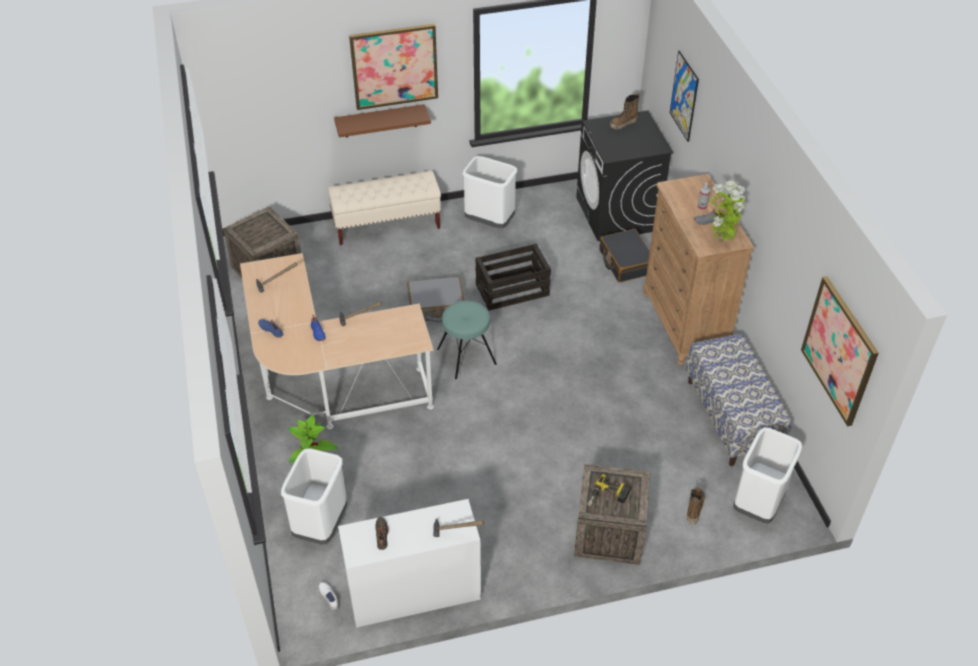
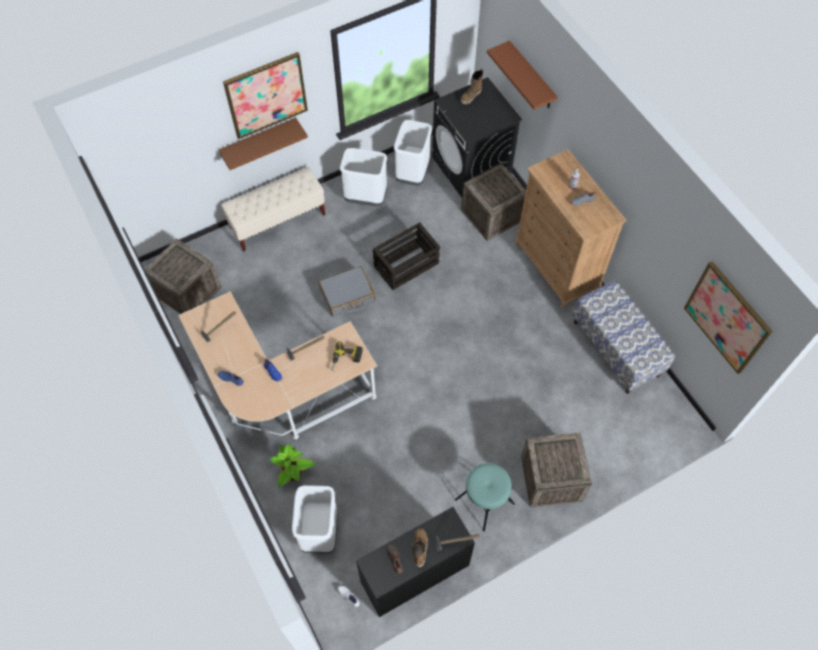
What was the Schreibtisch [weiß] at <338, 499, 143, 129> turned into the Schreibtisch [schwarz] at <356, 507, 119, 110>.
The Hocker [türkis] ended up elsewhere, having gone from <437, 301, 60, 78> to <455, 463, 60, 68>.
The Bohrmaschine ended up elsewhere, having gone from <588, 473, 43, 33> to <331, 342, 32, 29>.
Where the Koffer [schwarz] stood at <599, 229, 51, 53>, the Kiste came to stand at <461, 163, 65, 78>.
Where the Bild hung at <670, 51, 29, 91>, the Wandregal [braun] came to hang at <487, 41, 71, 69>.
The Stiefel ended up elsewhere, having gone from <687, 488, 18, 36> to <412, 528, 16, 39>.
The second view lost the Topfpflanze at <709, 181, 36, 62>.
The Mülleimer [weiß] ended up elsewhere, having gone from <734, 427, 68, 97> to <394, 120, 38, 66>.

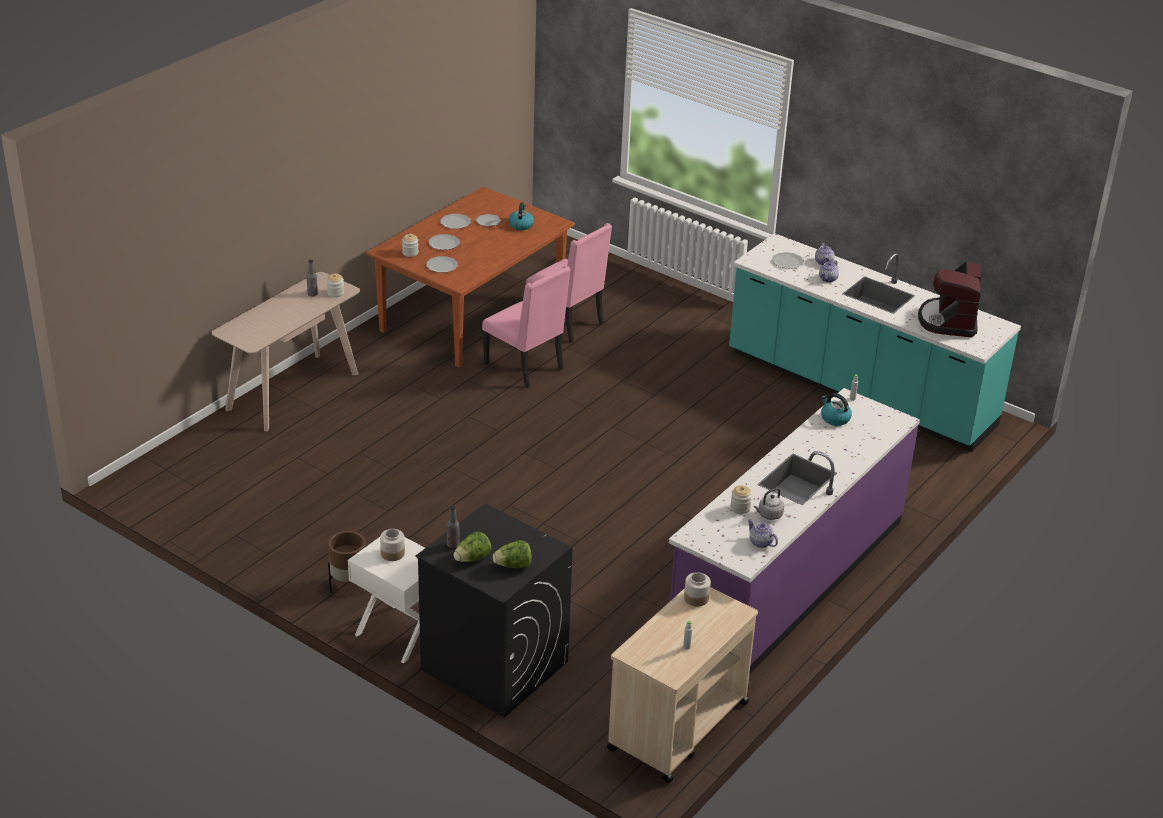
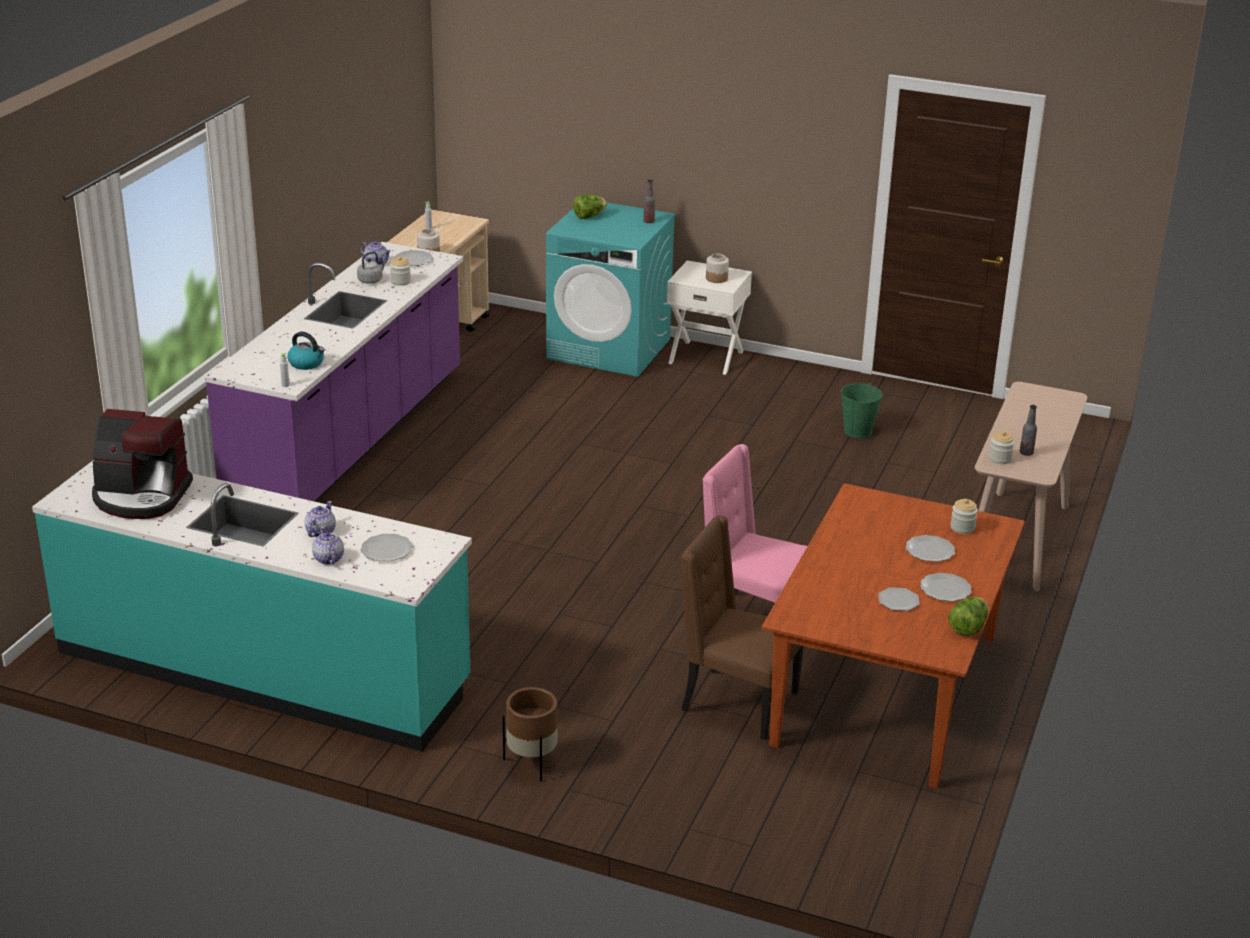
The Pflanzkübel [braun] ended up elsewhere, having gone from <328, 531, 40, 62> to <503, 687, 54, 94>.
What was the Waschmaschine [schwarz] at <415, 503, 158, 215> turned into the Waschmaschine [türkis] at <546, 203, 130, 174>.
The Teller ended up elsewhere, having gone from <426, 256, 32, 17> to <394, 250, 39, 16>.
The Salatkopf ended up elsewhere, having gone from <454, 532, 37, 30> to <948, 597, 40, 39>.
The second view lost the Wasserkessel at <508, 202, 26, 28>.
What was the Stuhl [rosa] at <526, 223, 86, 120> turned into the Stuhl [braun] at <681, 515, 123, 225>.
The Kaffeemaschine at <918, 261, 63, 76> ended up facing another way, 105 degrees clockwise from before.
The second view gained the Eimer [grün] at <841, 383, 41, 55>.

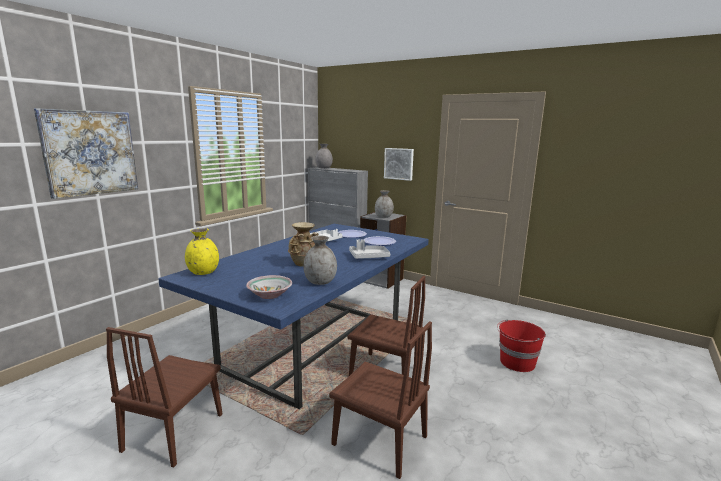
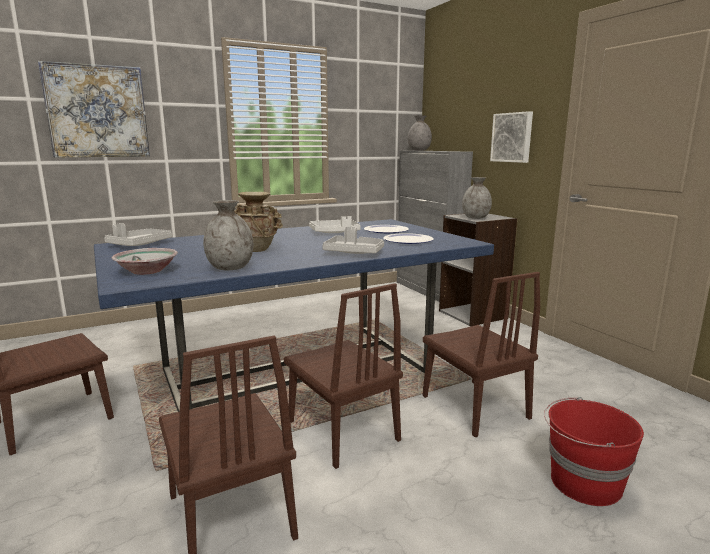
Where the Vase [gelb] stood at <185, 228, 34, 47>, the Tablett [grau] came to stand at <104, 223, 68, 23>.
The second view gained the Stuhl [braun] at <423, 272, 117, 165>.

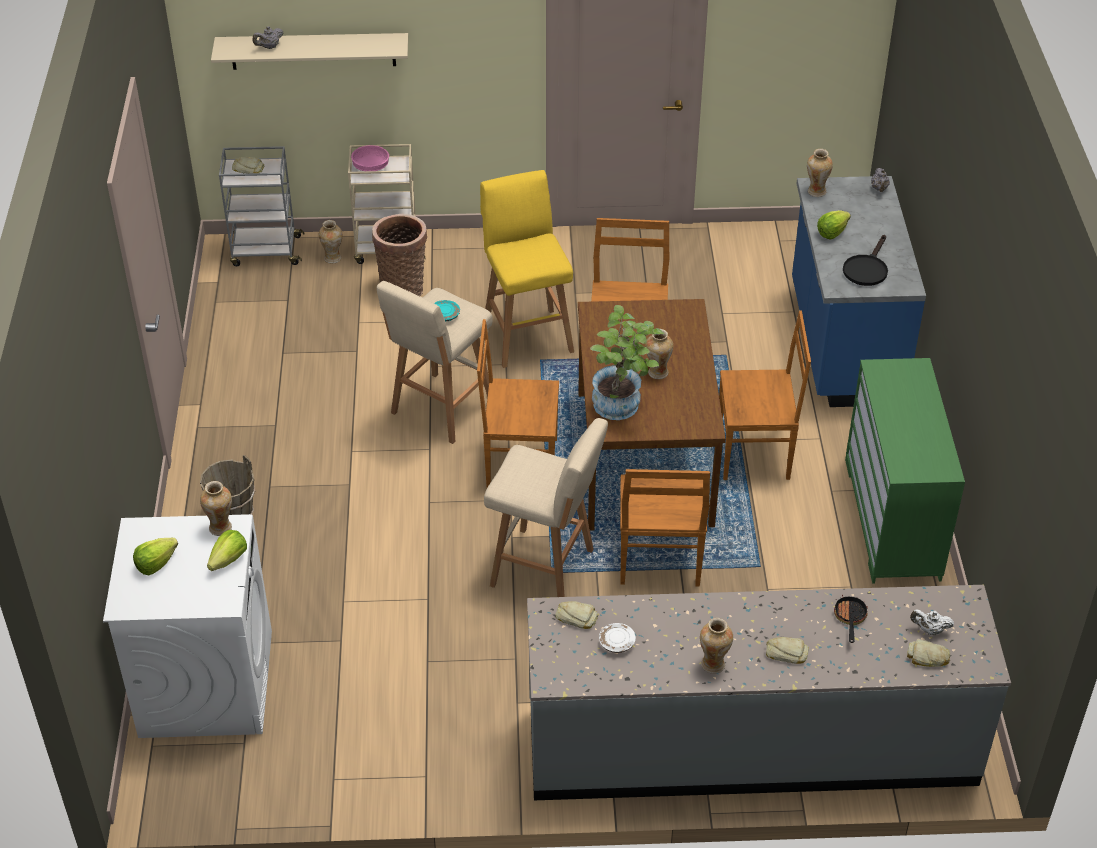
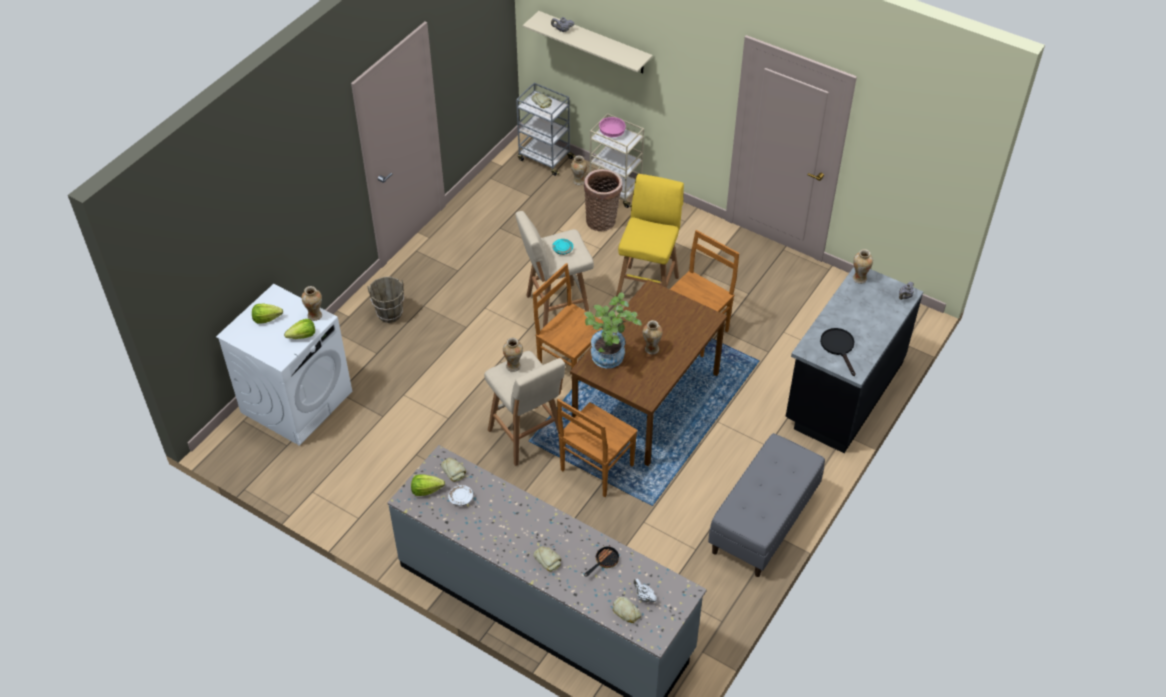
The Vase ended up elsewhere, having gone from <700, 618, 33, 56> to <503, 338, 20, 34>.
The second view lost the Stuhl [braun] at <719, 310, 92, 170>.
What was the Küchenzeile [blau] at <792, 176, 134, 231> turned into the Küchenzeile [schwarz] at <786, 267, 137, 186>.
The Salatkopf ended up elsewhere, having gone from <817, 210, 34, 30> to <411, 475, 34, 21>.
The Pfanne [schwarz] at <843, 235, 45, 51> ended up facing another way, 105 degrees clockwise from before.
Where the Kommode [grün] stood at <845, 358, 120, 226>, the Bank [grau] came to stand at <708, 433, 117, 144>.

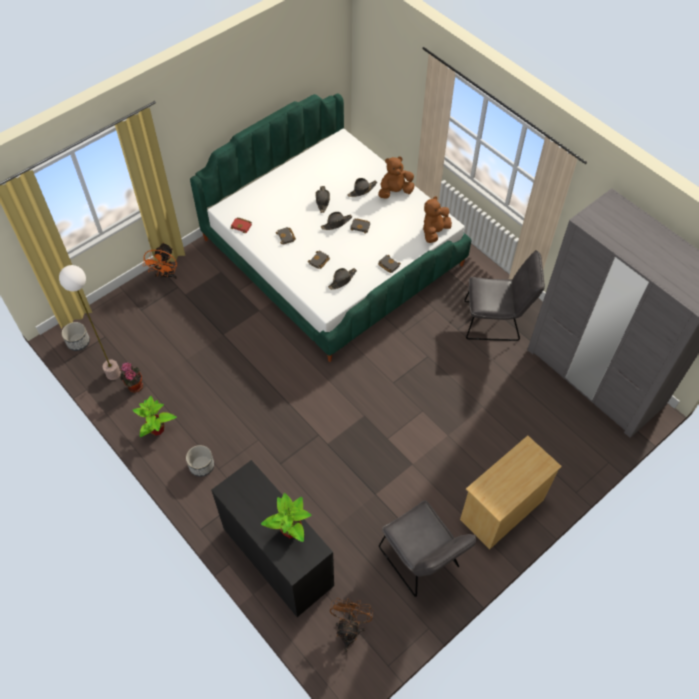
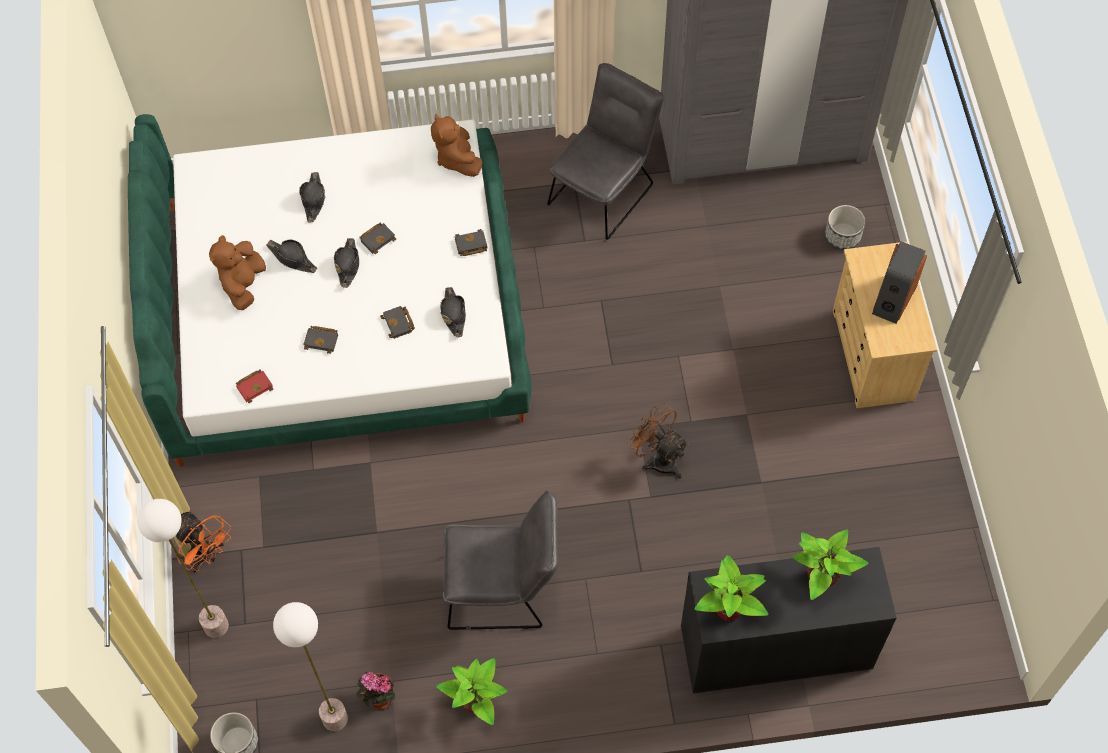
The Pflanzkübel ended up elsewhere, having gone from <186, 445, 28, 32> to <825, 205, 40, 45>.
The Ventilator [braun] ended up elsewhere, having gone from <330, 598, 43, 54> to <627, 403, 62, 76>.
The Plüschtier [braun] ended up elsewhere, having gone from <378, 156, 37, 43> to <209, 235, 57, 75>.
The Stuhl [grau] ended up elsewhere, having gone from <379, 500, 97, 97> to <443, 491, 115, 139>.
The second view gained the Stehlampe at <137, 499, 92, 139>.
The second view gained the Topfpflanze at <695, 555, 73, 66>.
The second view gained the Lautsprecher at <872, 241, 55, 83>.

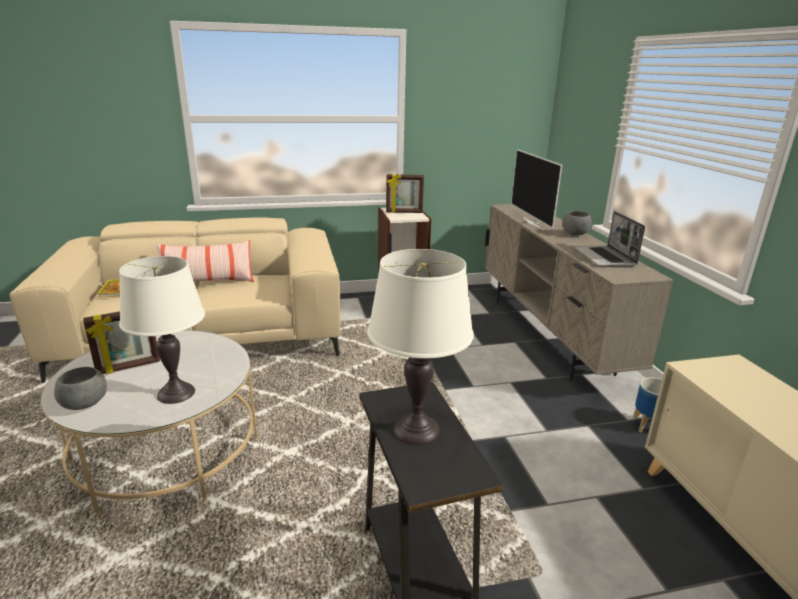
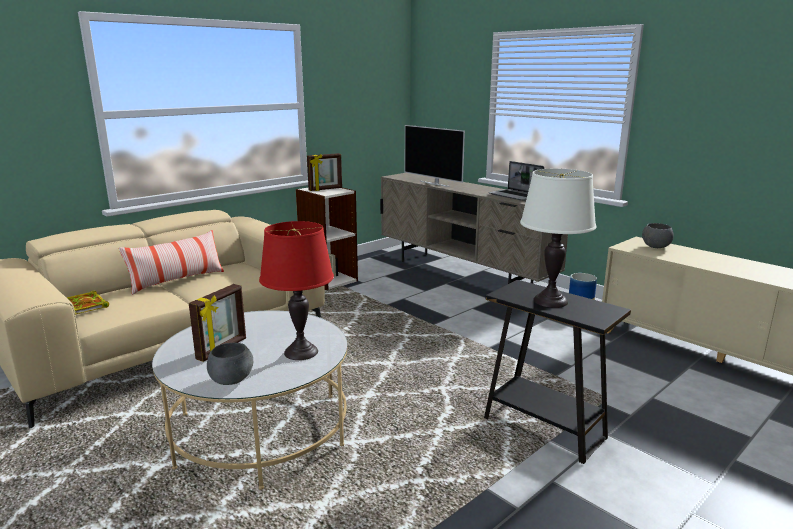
What was the Tischlampe [weiß] at <119, 256, 86, 148> turned into the Tischlampe [rot] at <259, 221, 75, 139>.
The Schüssel [grau] ended up elsewhere, having gone from <562, 211, 30, 24> to <642, 223, 32, 25>.

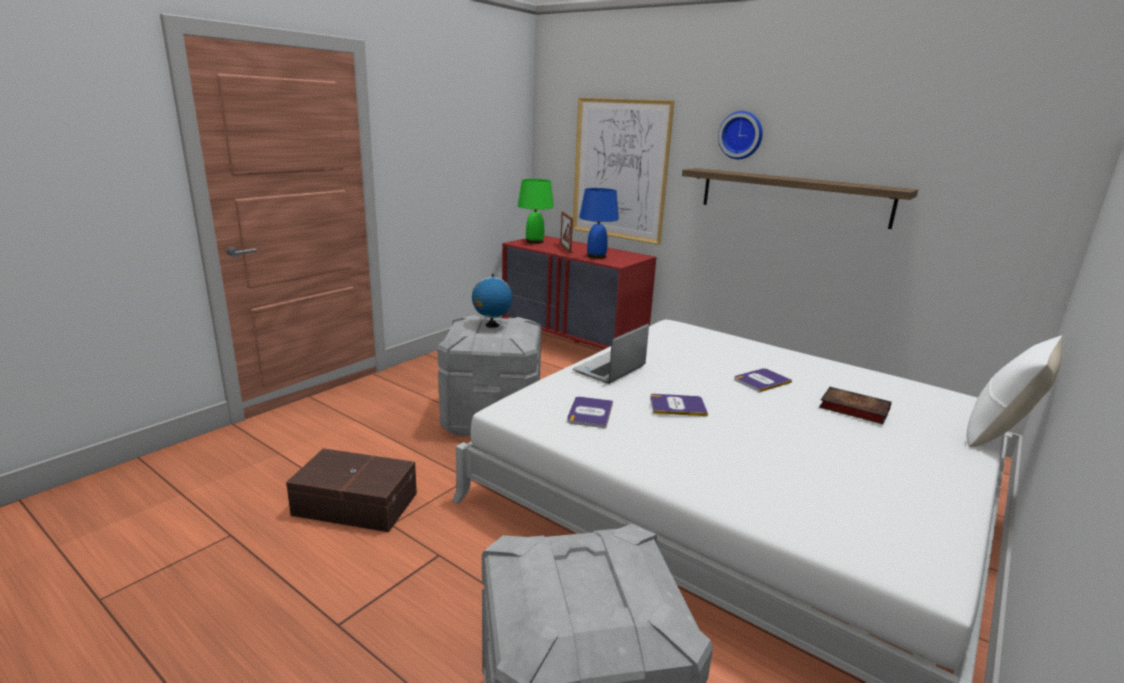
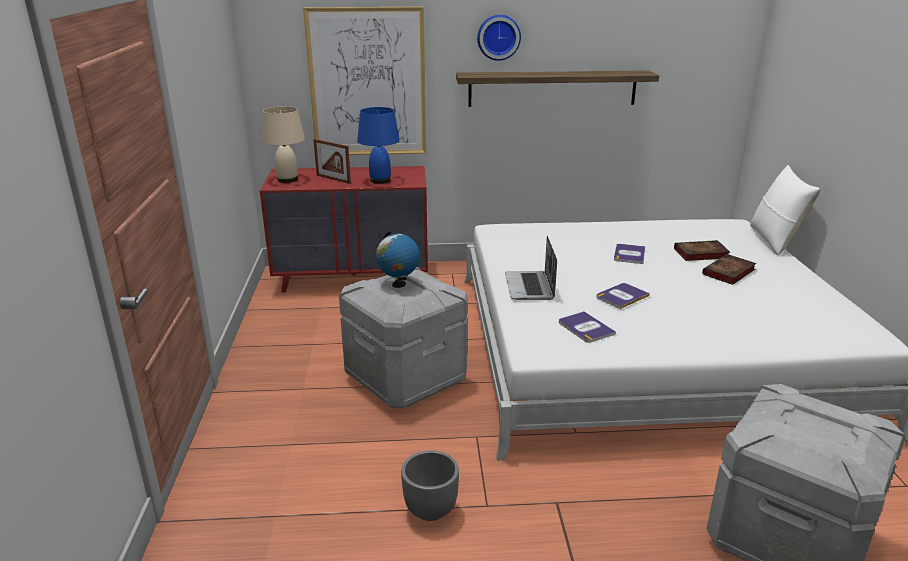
Where the Aufbewahrungsbox [braun] stood at <286, 448, 131, 84>, the Pflanzkübel [grau] came to stand at <401, 450, 58, 71>.
What was the Tischlampe [grün] at <518, 179, 36, 65> turned into the Tischlampe [beige] at <262, 106, 43, 77>.
The second view gained the Buch at <702, 254, 54, 31>.

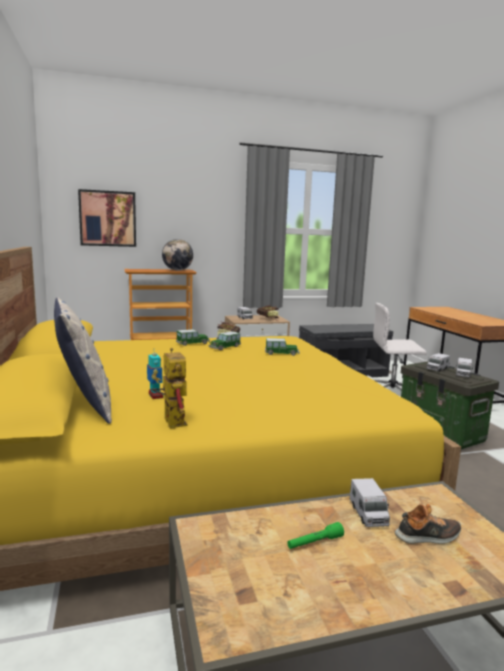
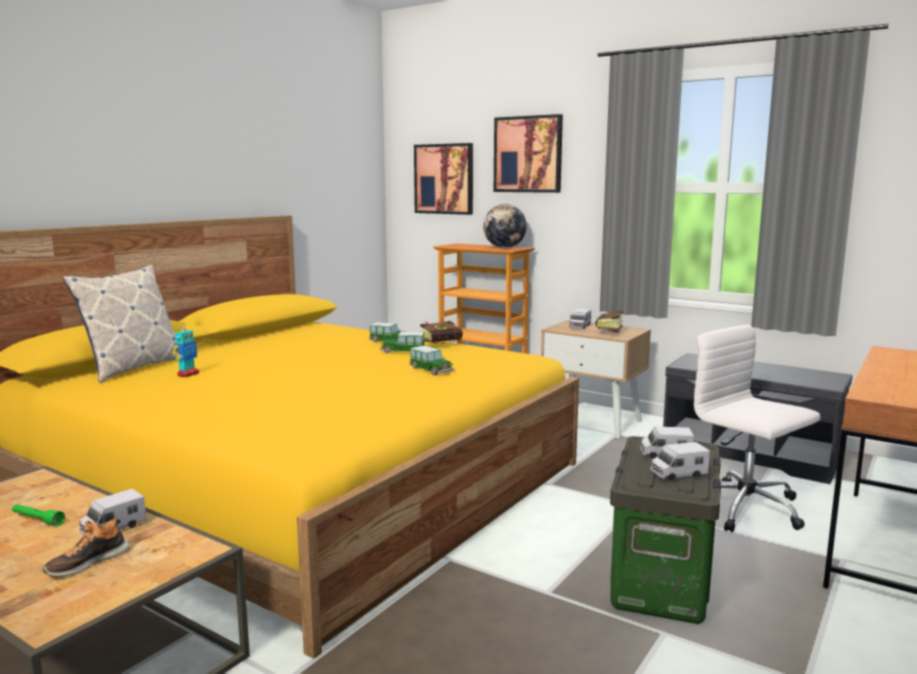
The second view lost the Spielzeugroboter at <151, 348, 36, 80>.
The Schuh at <395, 504, 66, 40> ended up facing another way, 90 degrees clockwise from before.
The second view gained the Bild at <494, 114, 69, 79>.

